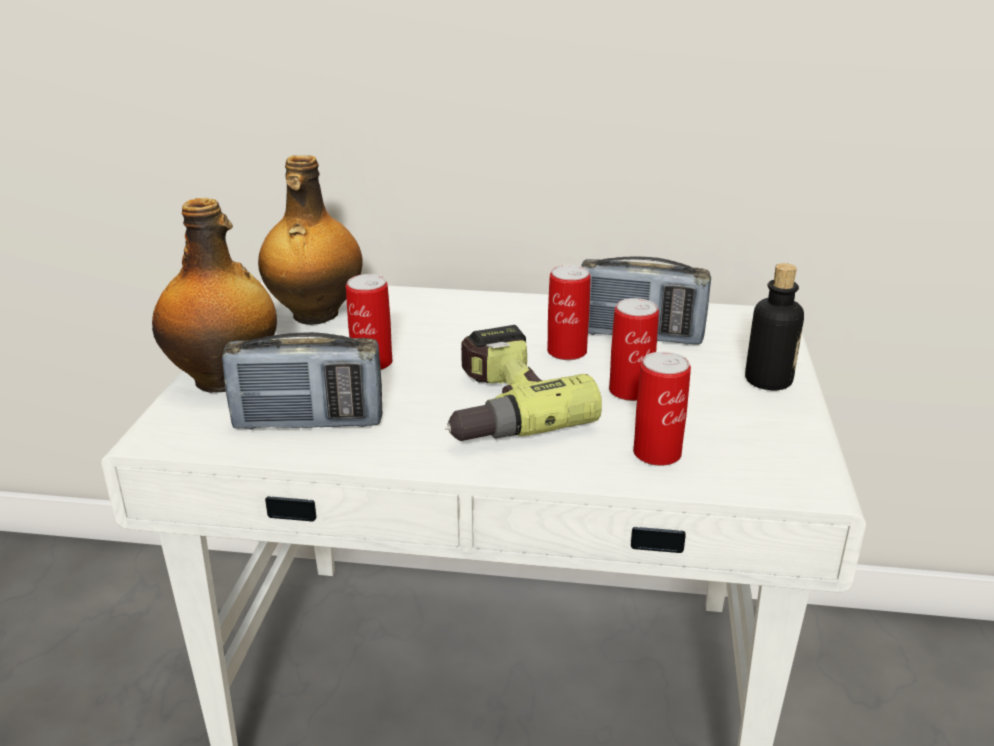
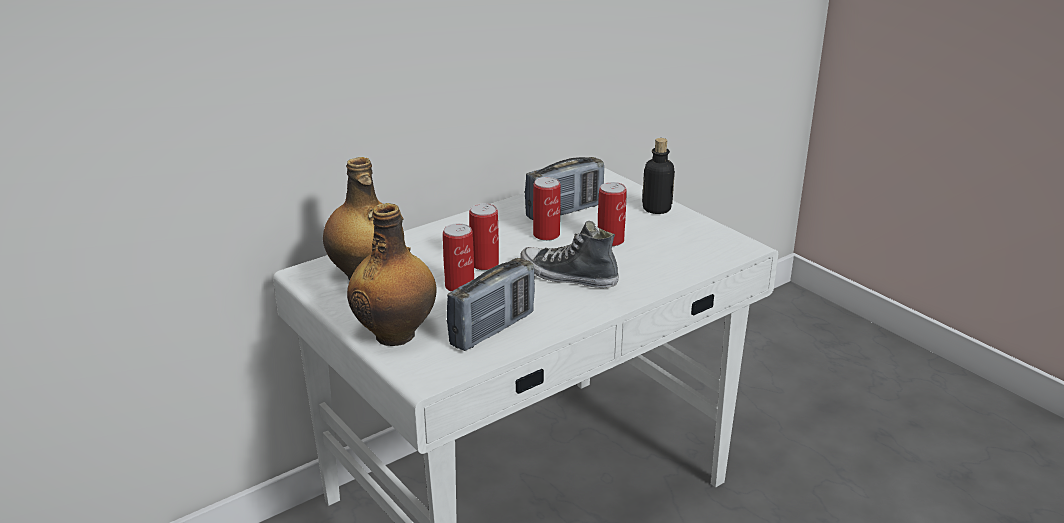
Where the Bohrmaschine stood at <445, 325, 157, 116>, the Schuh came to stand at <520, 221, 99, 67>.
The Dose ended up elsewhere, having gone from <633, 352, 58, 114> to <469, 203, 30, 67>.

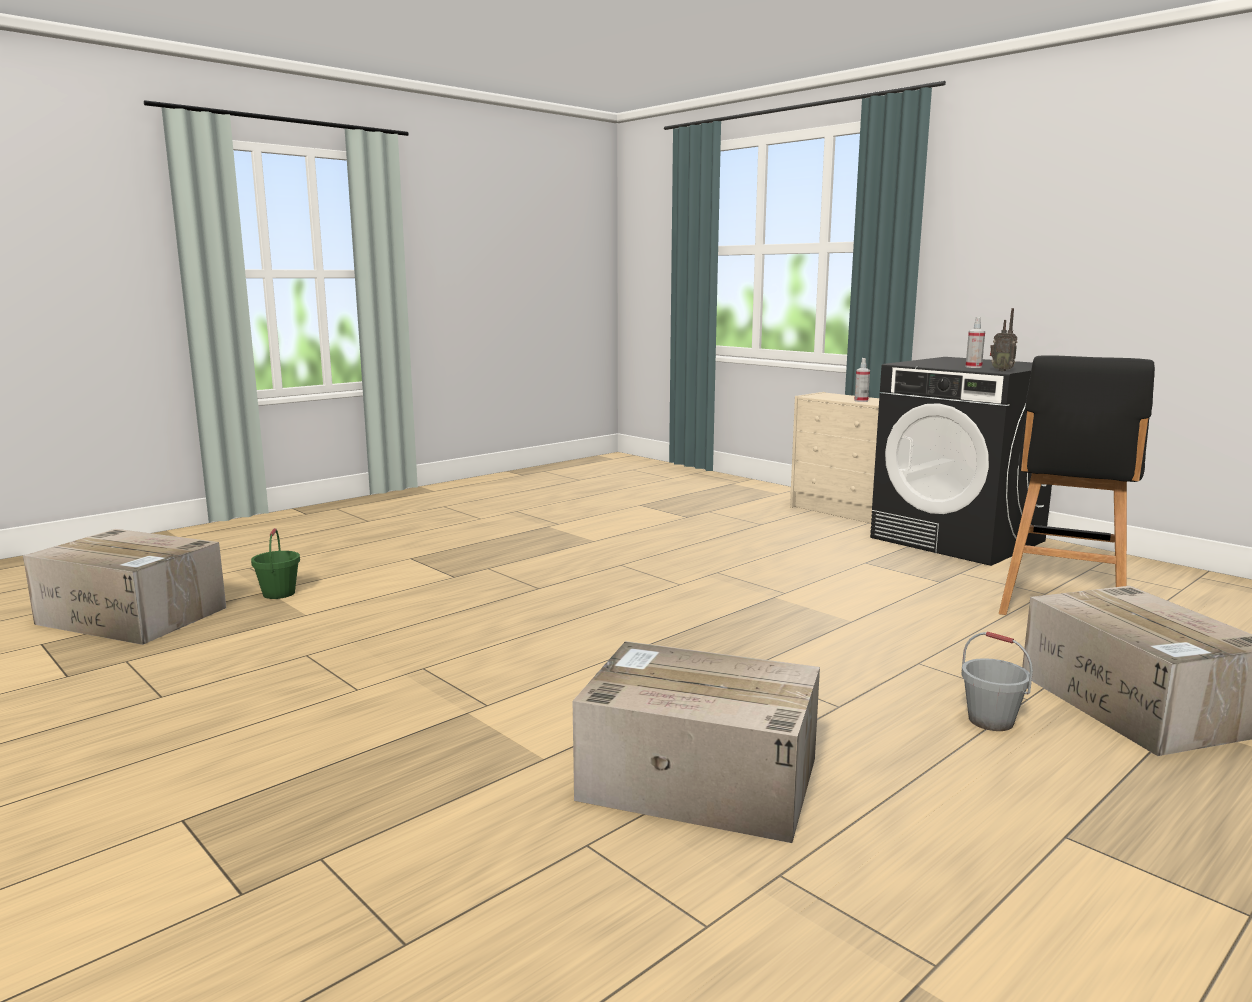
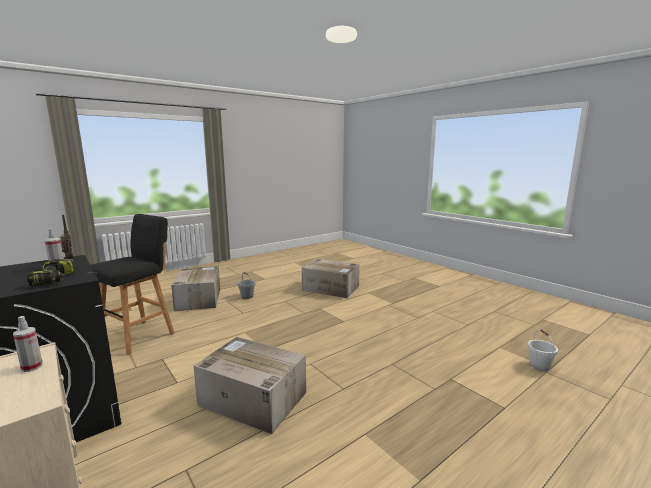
The Karton ended up elsewhere, having gone from <23, 529, 203, 116> to <194, 337, 112, 97>.
What was the Eimer [grün] at <251, 528, 49, 71> turned into the Eimer [weiß] at <528, 329, 30, 42>.
The second view gained the Bohrmaschine at <27, 259, 49, 27>.

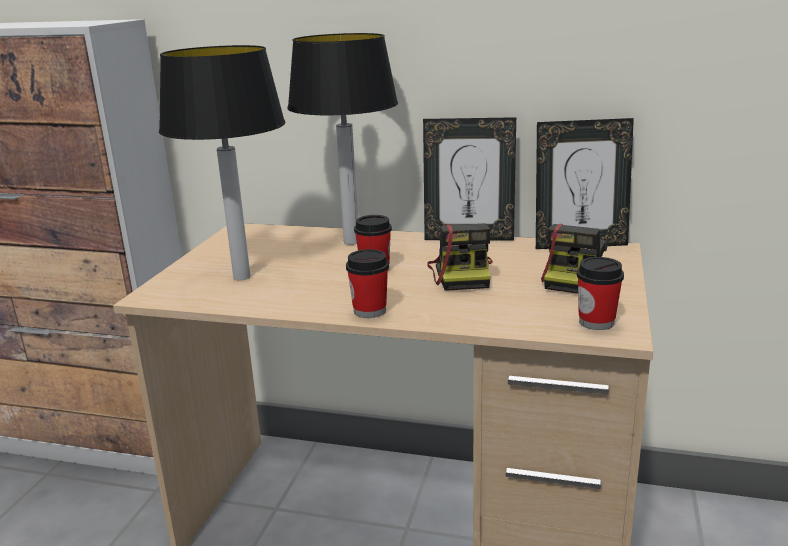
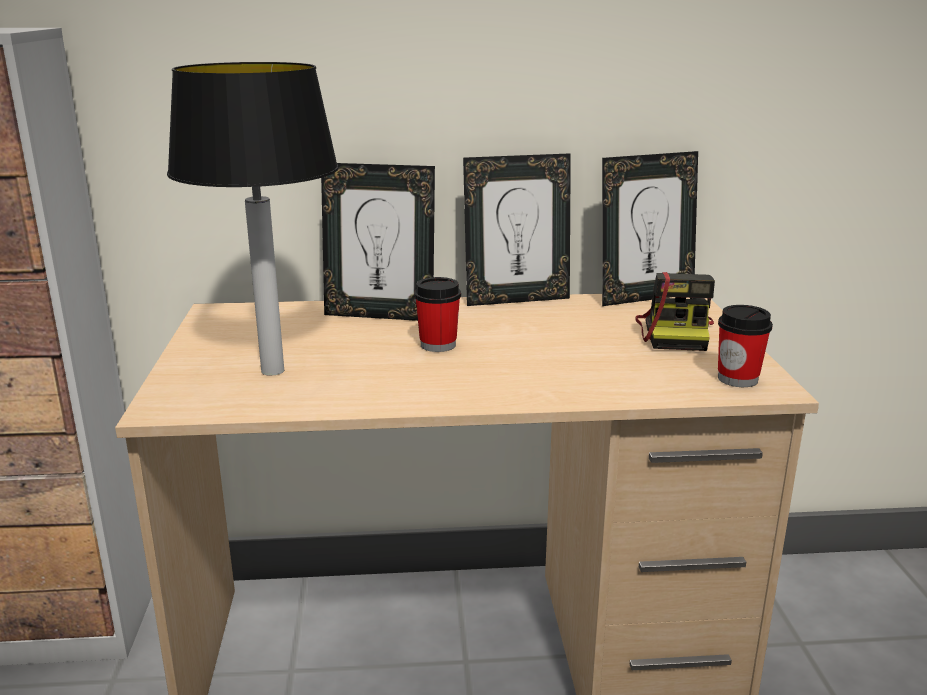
Where the Tischlampe stood at <287, 33, 111, 212>, the Bilderrahmen came to stand at <321, 163, 114, 158>.
The second view lost the Tasse at <346, 249, 43, 69>.
The second view lost the Kamera at <427, 224, 66, 67>.

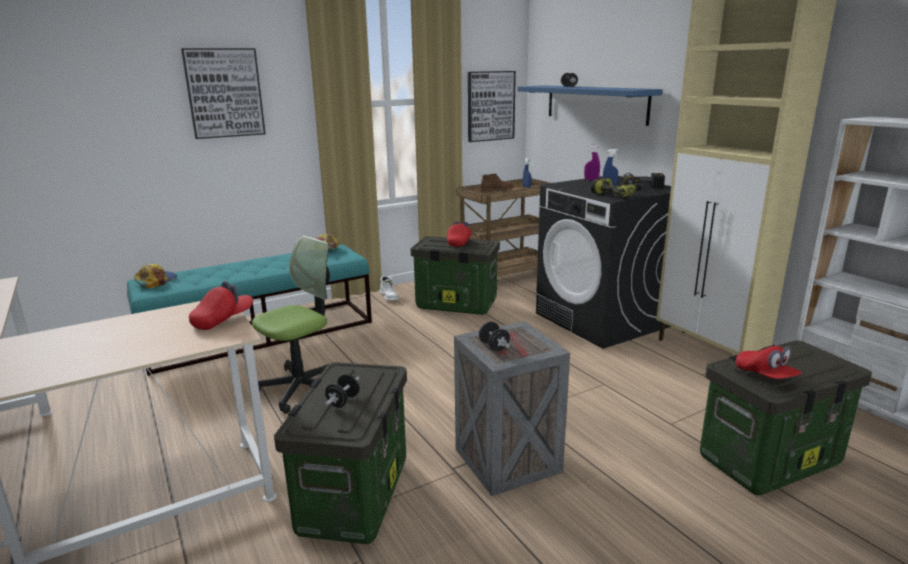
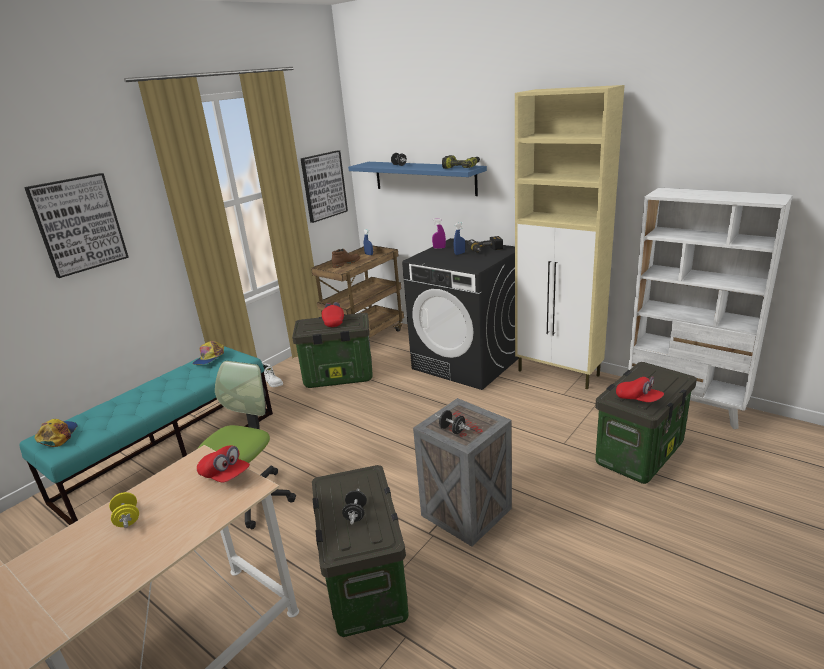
The Kappe [rot] at <189, 281, 64, 49> ended up facing another way, 105 degrees clockwise from before.
The Bohrmaschine ended up elsewhere, having gone from <591, 178, 51, 19> to <442, 155, 38, 14>.
The second view gained the Hantel [gelb] at <109, 492, 30, 36>.

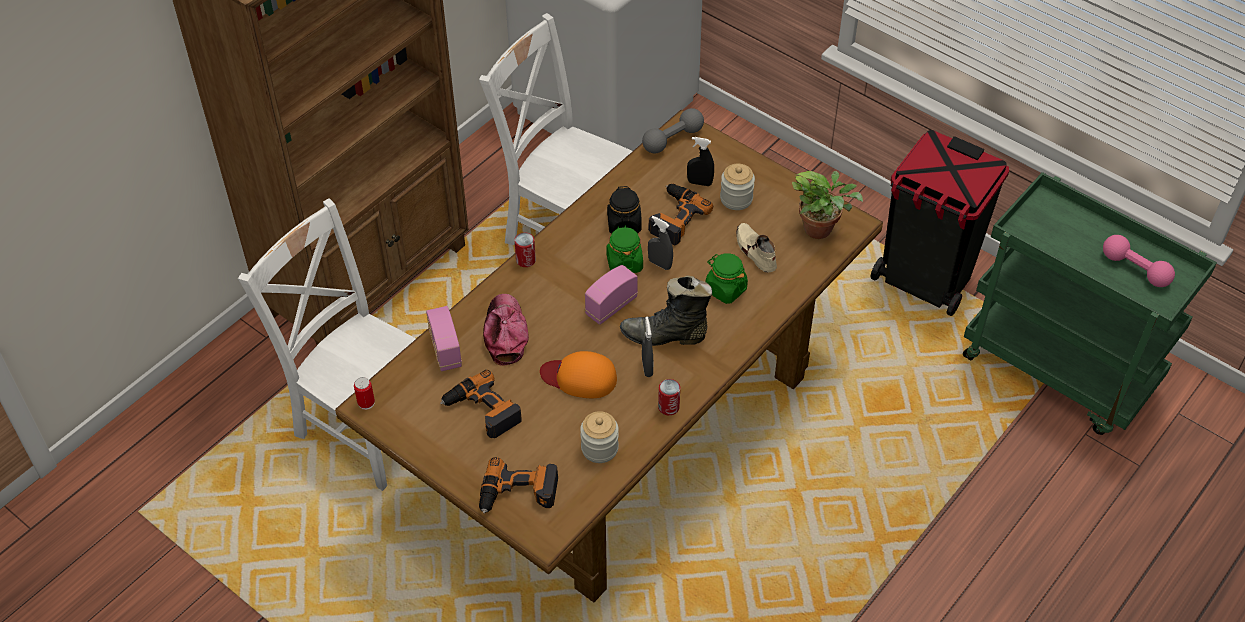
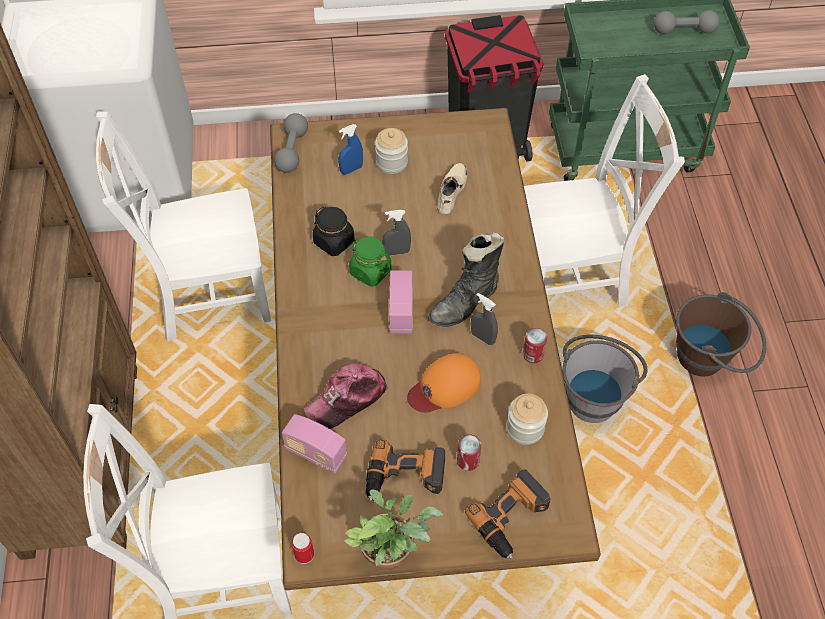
The Kappe at <483, 294, 46, 72> ended up facing another way, 75 degrees counterclockwise from before.
The Dose ended up elsewhere, having gone from <514, 233, 22, 34> to <457, 435, 24, 36>.
The second view lost the Bohrmaschine at <648, 184, 65, 61>.
What was the Sprühflasche [schwarz] at <687, 137, 27, 49> turned into the Sprühflasche [blau] at <338, 124, 25, 50>.
The second view lost the Vorratsglas [grün] at <706, 253, 42, 51>.
The Schuh [beige] at <736, 223, 41, 50> ended up facing another way, 90 degrees clockwise from before.
The Topfpflanze ended up elsewhere, having gone from <792, 171, 71, 68> to <344, 489, 99, 81>.
What was the Hantel [rosa] at <1103, 235, 72, 52> turned into the Hantel [grau] at <654, 10, 66, 24>.
The second view gained the Stuhl [weiß] at <524, 74, 161, 233>.
The second view gained the Eimer [grau] at <562, 335, 85, 88>.
The second view gained the Eimer [braun] at <676, 292, 90, 84>.

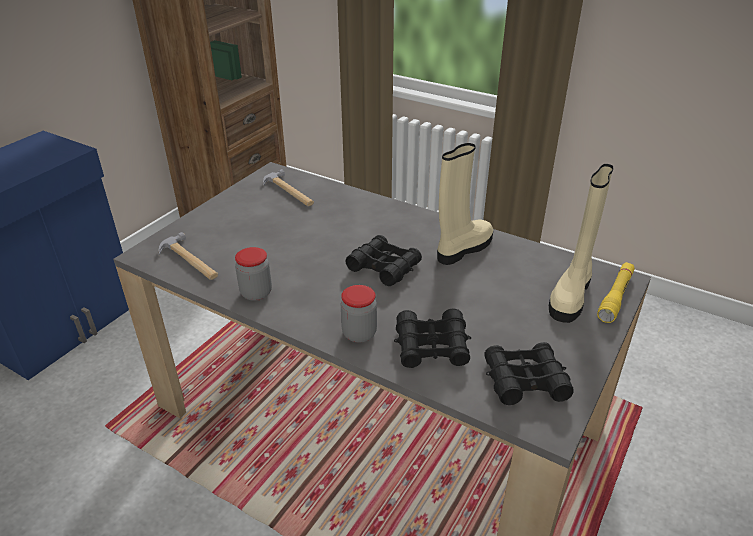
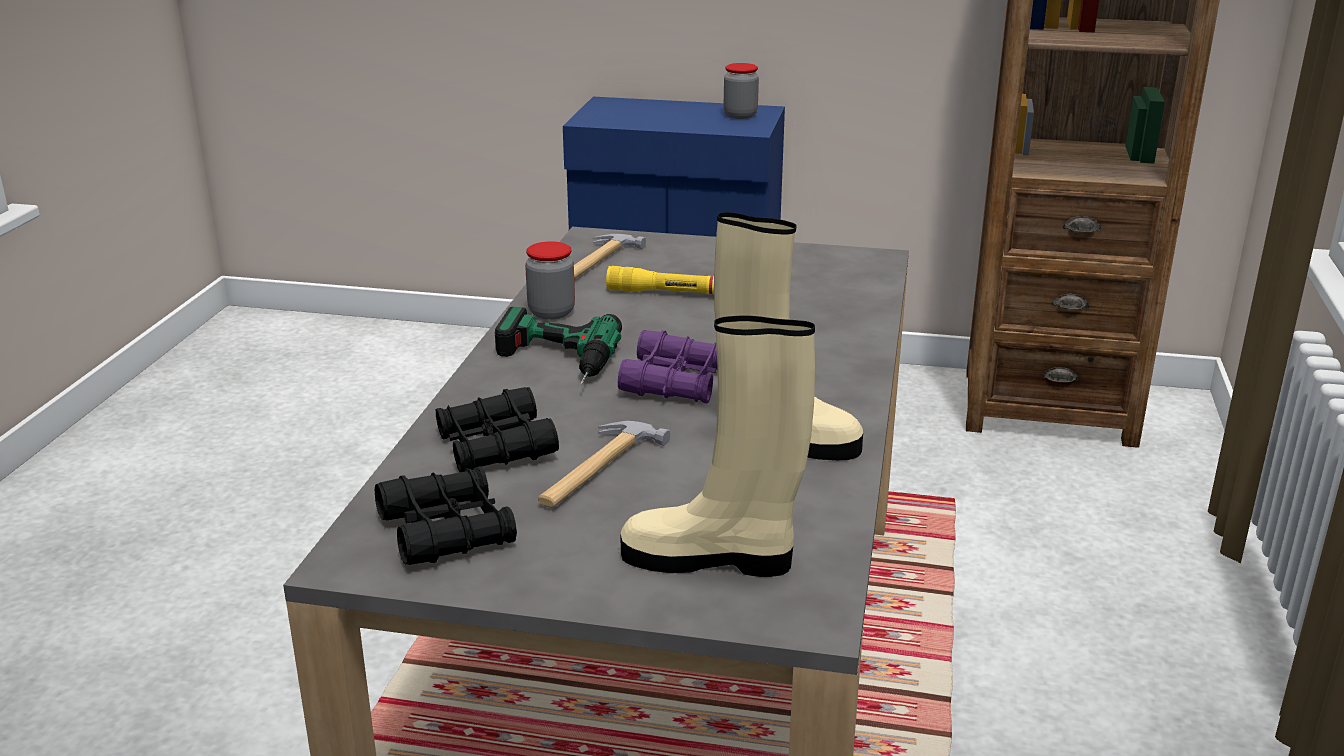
The Hammer ended up elsewhere, having gone from <263, 169, 51, 38> to <538, 421, 132, 87>.
The Vorratsglas ended up elsewhere, having gone from <341, 285, 36, 58> to <724, 63, 35, 56>.
What was the Fernglas [schwarz] at <346, 235, 76, 51> turned into the Fernglas [lila] at <618, 330, 99, 74>.
The Taschenlampe [gelb] ended up elsewhere, having gone from <597, 262, 38, 61> to <606, 266, 108, 28>.
The second view gained the Bohrmaschine at <495, 307, 127, 78>.

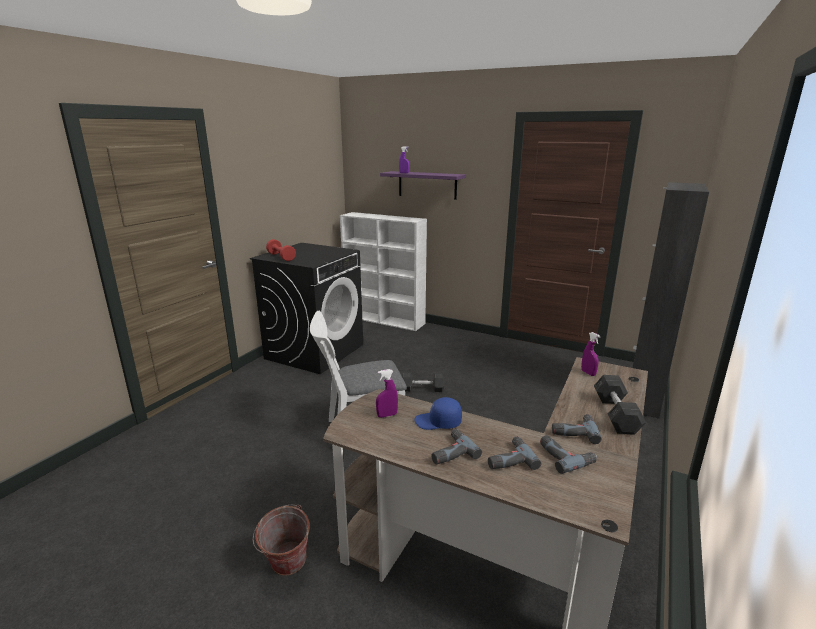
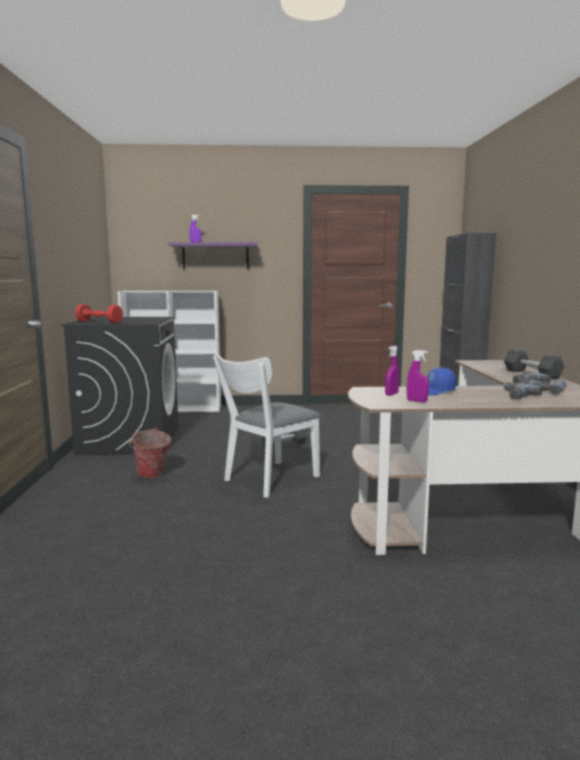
The Eimer ended up elsewhere, having gone from <253, 505, 57, 71> to <129, 427, 42, 52>.
The second view lost the Bohrmaschine at <431, 429, 51, 35>.
The Sprühflasche [lila] ended up elsewhere, having gone from <581, 332, 20, 44> to <407, 350, 22, 52>.

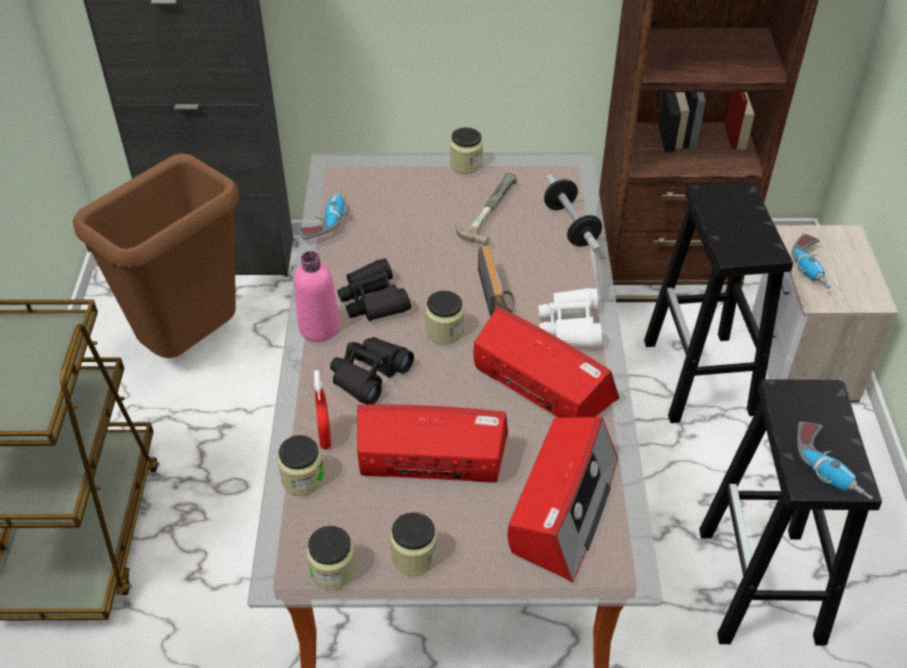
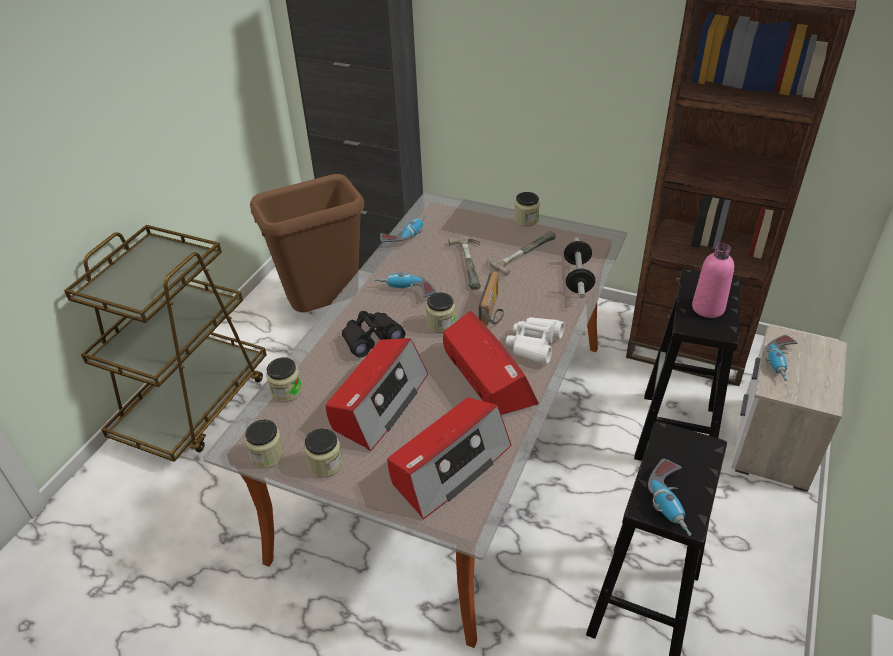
The Flasche [rosa] ended up elsewhere, having gone from <294, 251, 46, 91> to <692, 243, 42, 75>.
The second view lost the Sprühflasche [rot] at <314, 370, 17, 79>.
Where the Fernglas [schwarz] stood at <337, 258, 74, 63>, the Bohrmaschine came to stand at <374, 273, 62, 25>.
The Radio at <357, 404, 151, 78> ended up facing another way, 90 degrees clockwise from before.
The second view gained the Hammer at <448, 237, 32, 53>.

